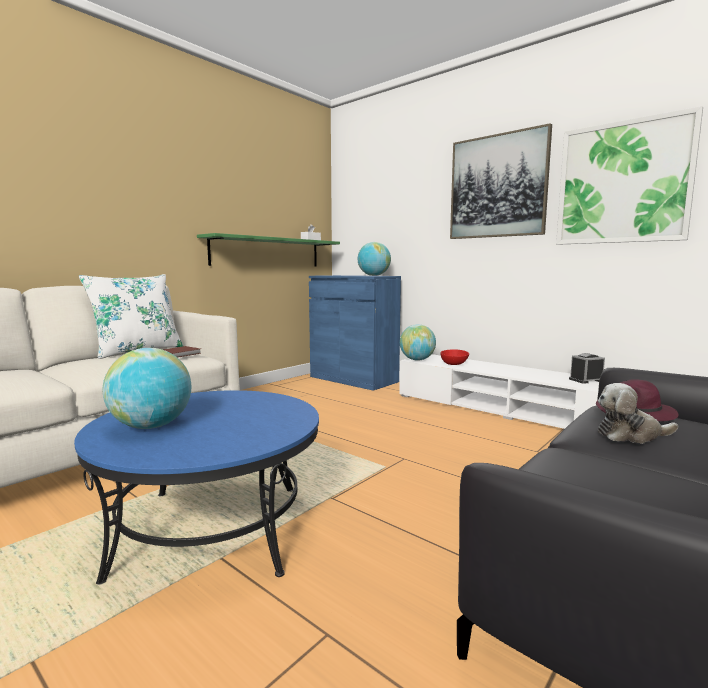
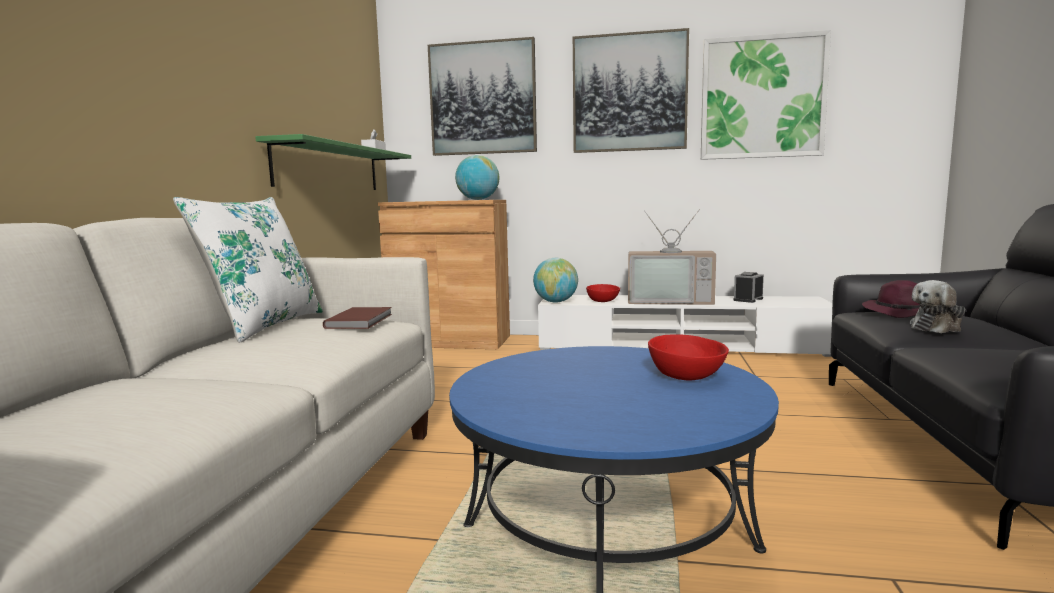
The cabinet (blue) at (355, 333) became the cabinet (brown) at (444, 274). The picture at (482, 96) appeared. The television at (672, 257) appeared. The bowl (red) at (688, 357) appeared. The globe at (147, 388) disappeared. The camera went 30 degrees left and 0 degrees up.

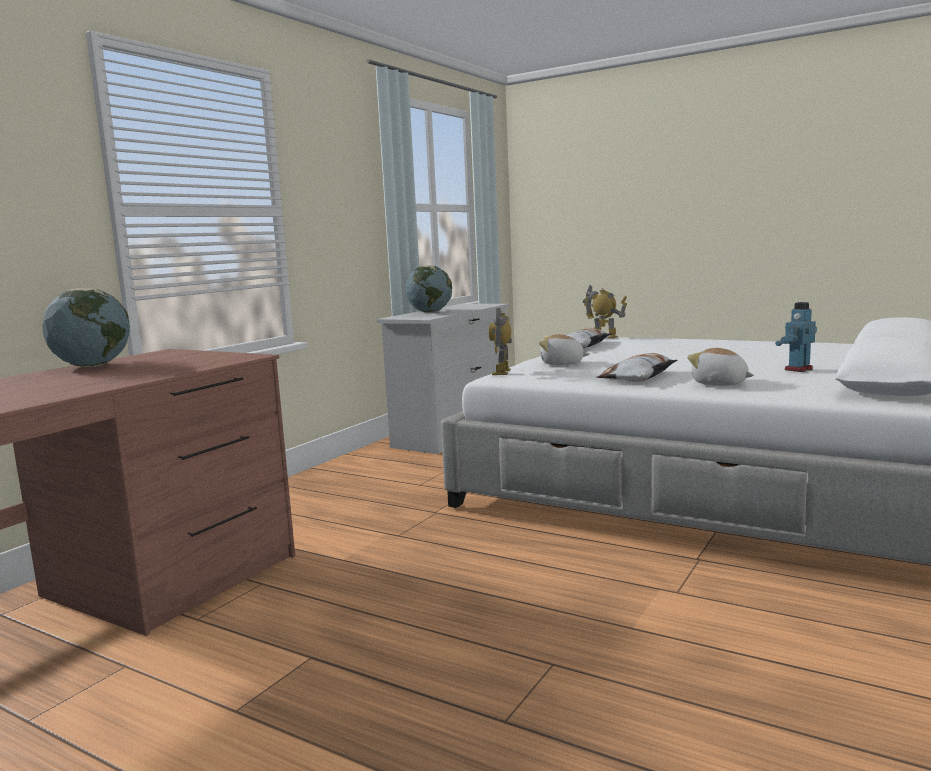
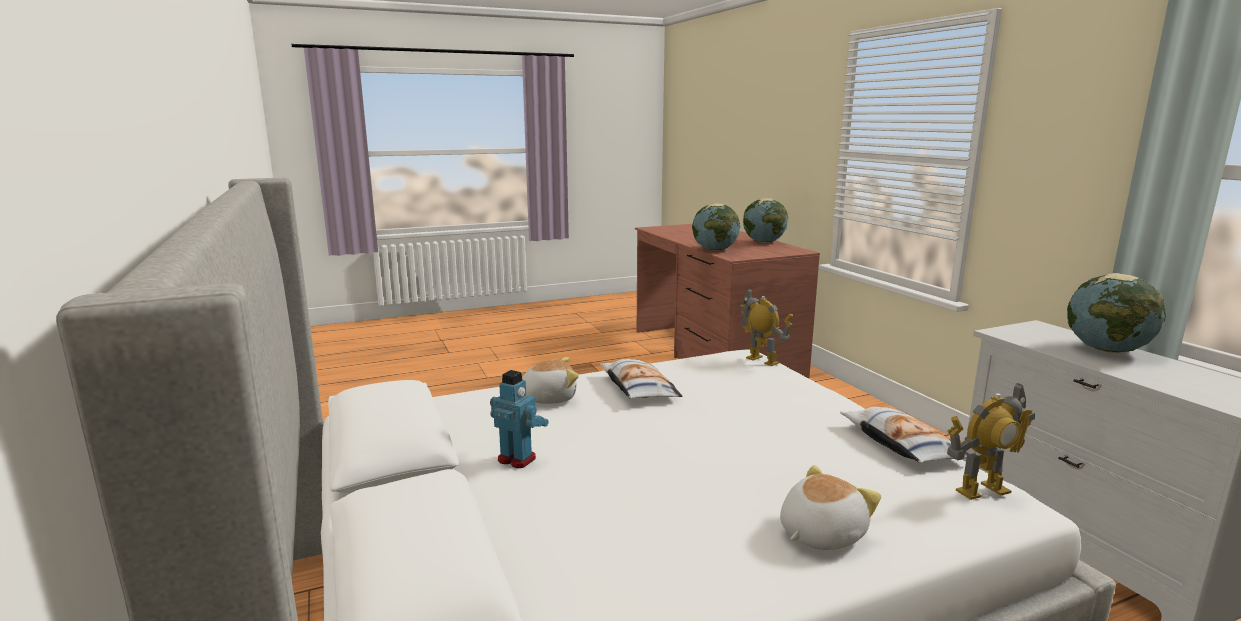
The toy robot at (796, 337) turned 60 degrees counterclockwise. The globe at (716, 227) appeared. The plush toy moved from (564, 349) to (830, 507). The camera went 125 degrees right and 5 degrees up.

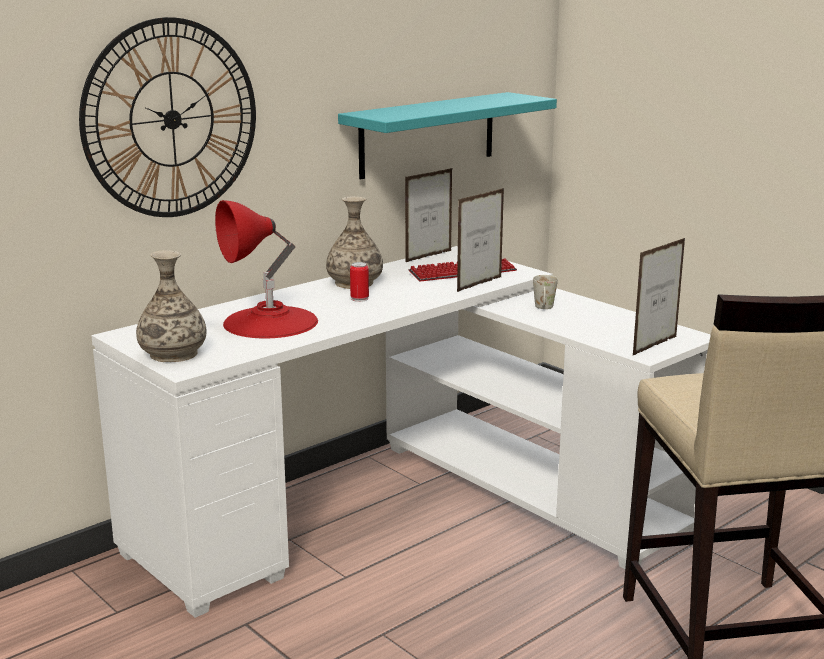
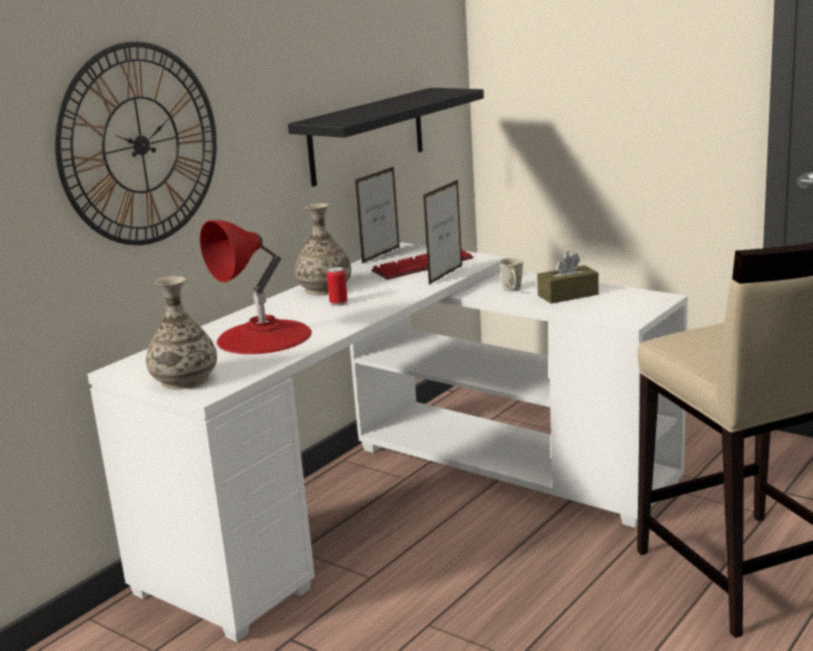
The shelf (turquoise) at (447, 135) became the shelf (black) at (386, 137). The tissue box (brown) at (568, 277) appeared. The picture frame at (659, 296) disappeared. The camera went 10 degrees left and 0 degrees up.

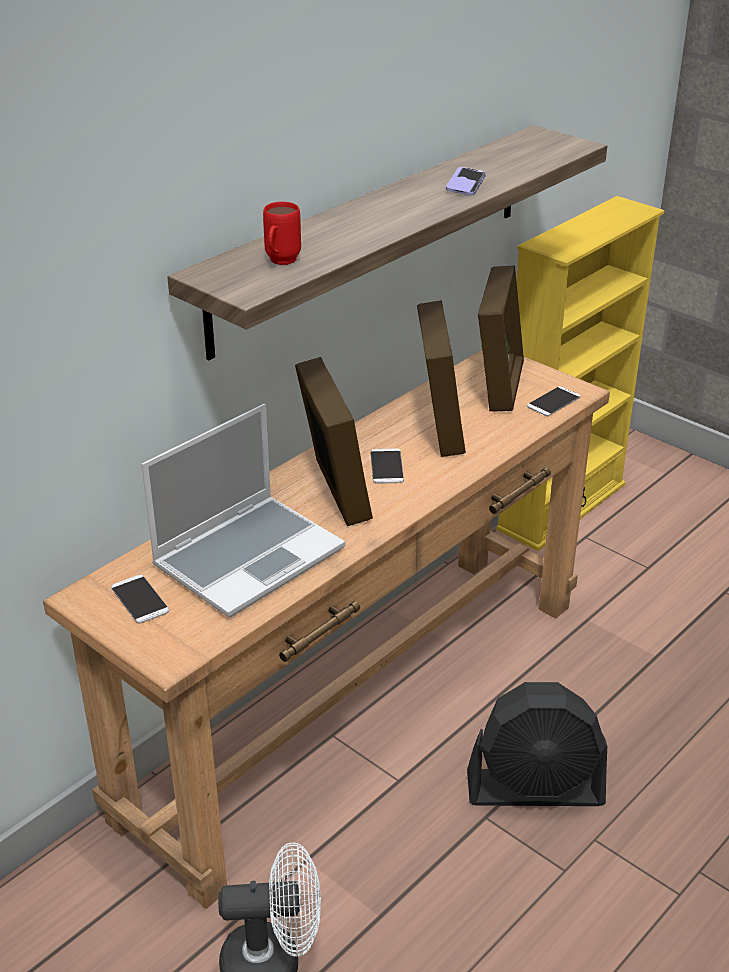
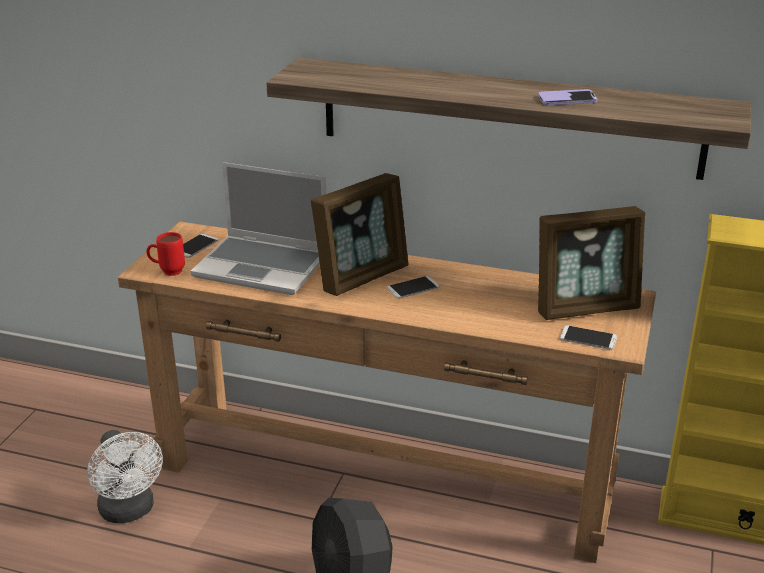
The mug (red) moved from (282, 233) to (165, 254). The picture frame at (441, 378) disappeared. The camera went 65 degrees right and 5 degrees down.

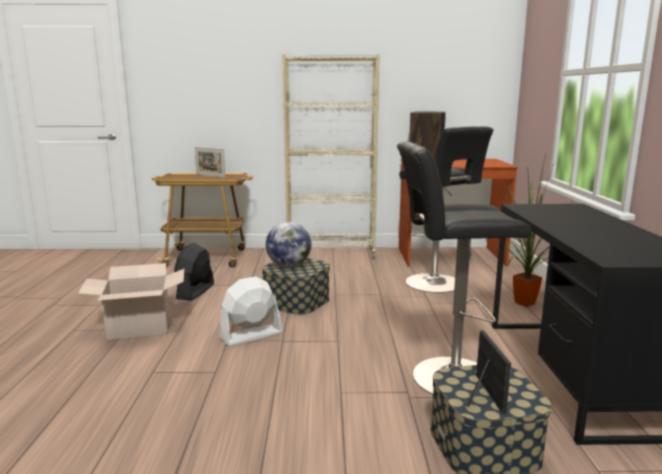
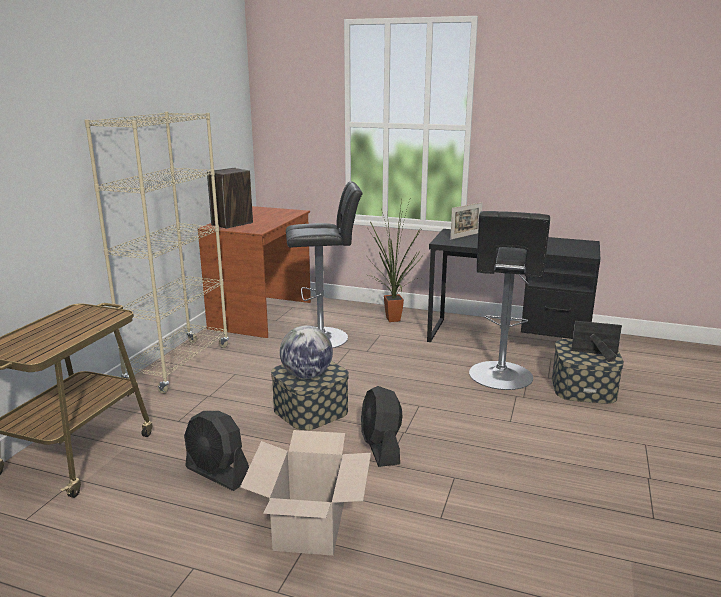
The fan (white) at (251, 311) became the fan (black) at (381, 426). The picture frame moved from (210, 162) to (466, 221). The camera went 70 degrees left and 5 degrees up.

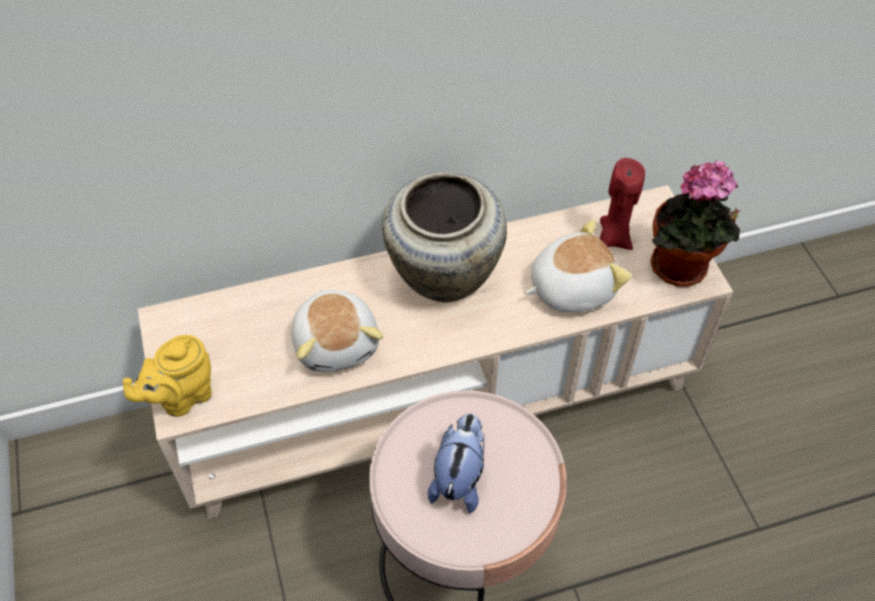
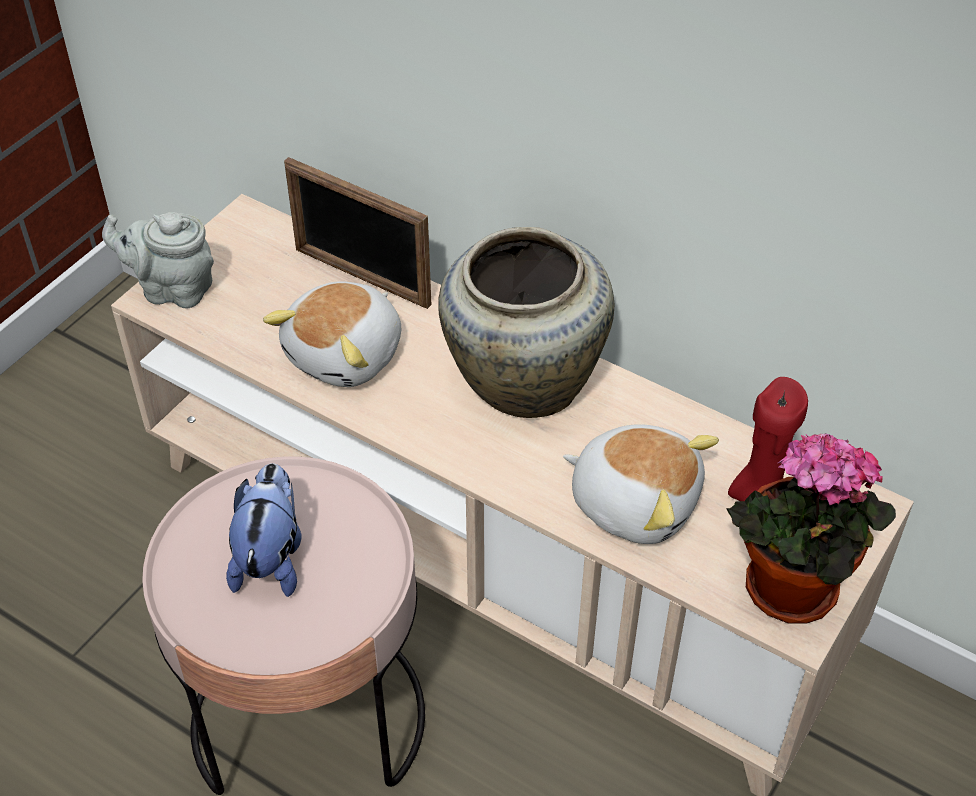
The teapot (yellow) at (167, 376) became the teapot (grey) at (158, 260). The plush toy at (456, 463) turned 60 degrees counterclockwise. The picture frame at (357, 233) appeared. The camera went 50 degrees right and 5 degrees down.

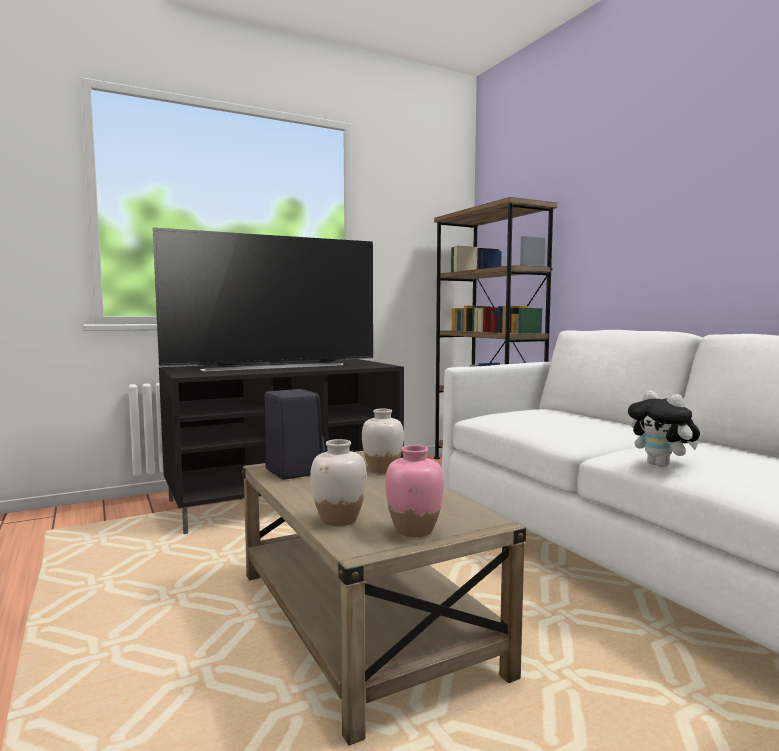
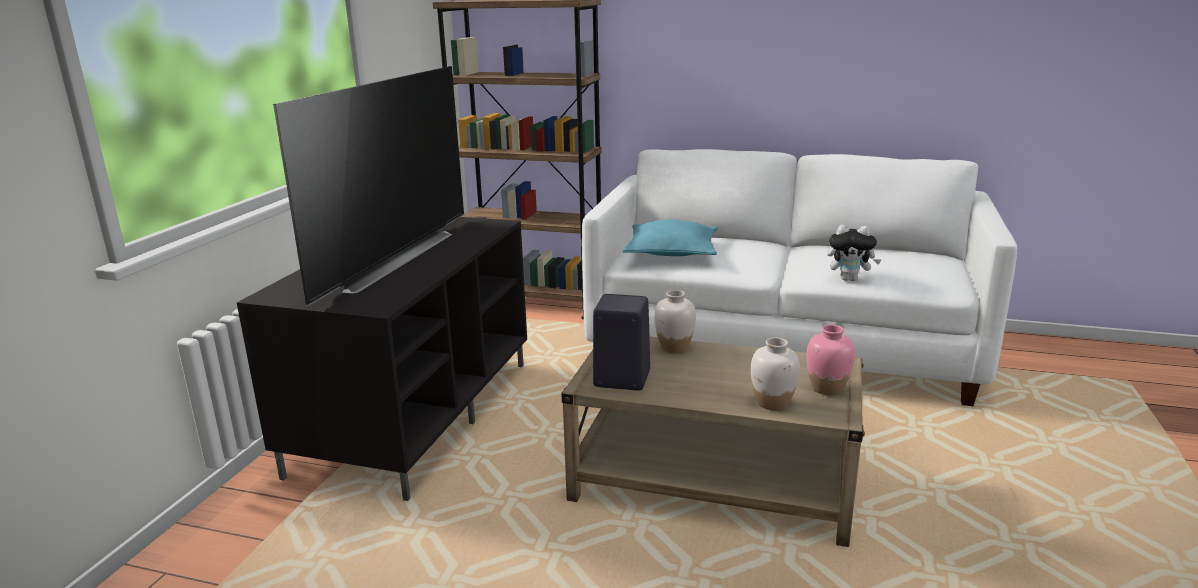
The pillow (turquoise) at (670, 238) appeared. The camera went 45 degrees left and 15 degrees up.

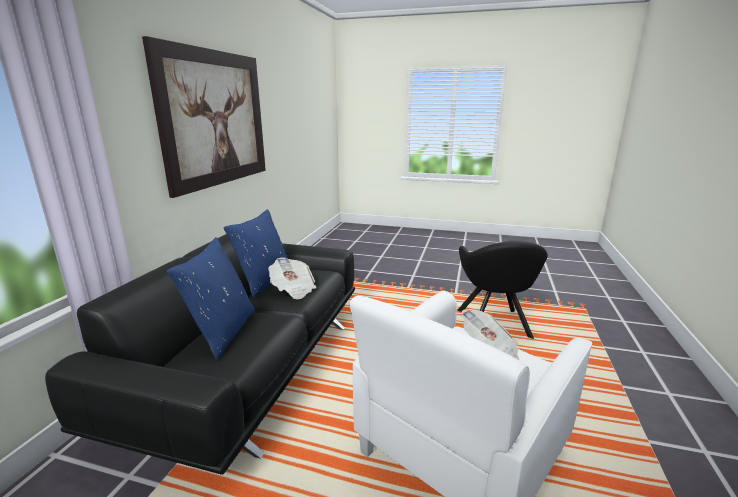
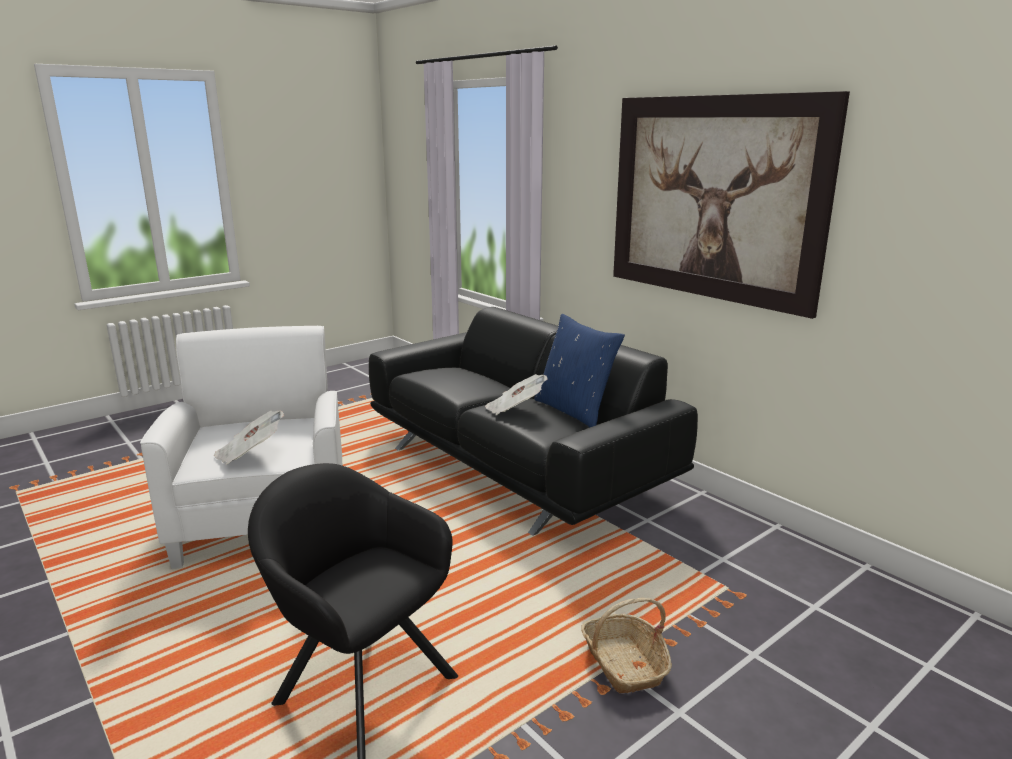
The basket at (626, 645) appeared. The pillow (blue) at (211, 298) disappeared. The camera went 125 degrees right and 0 degrees up.

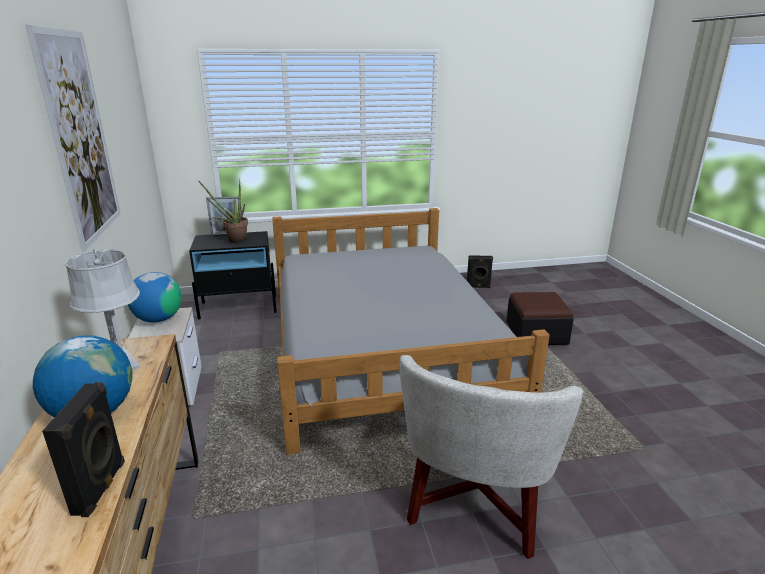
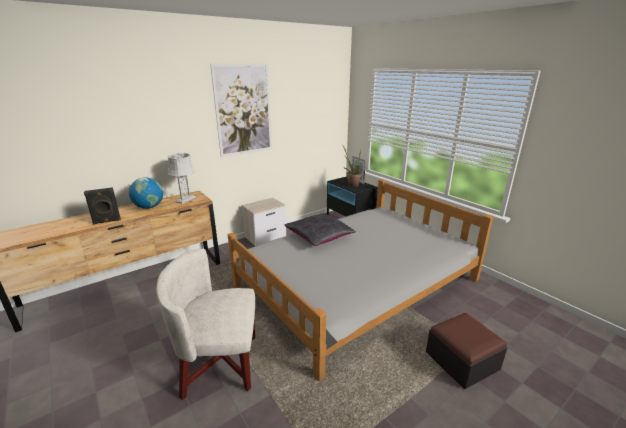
The pillow (black) at (320, 229) appeared. The globe at (154, 297) disappeared. The speaker (black) at (480, 272) disappeared. The camera went 65 degrees right and 0 degrees up.

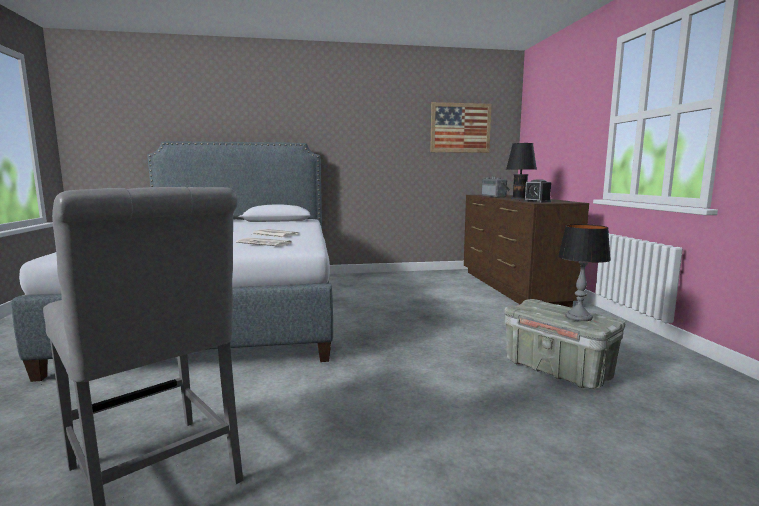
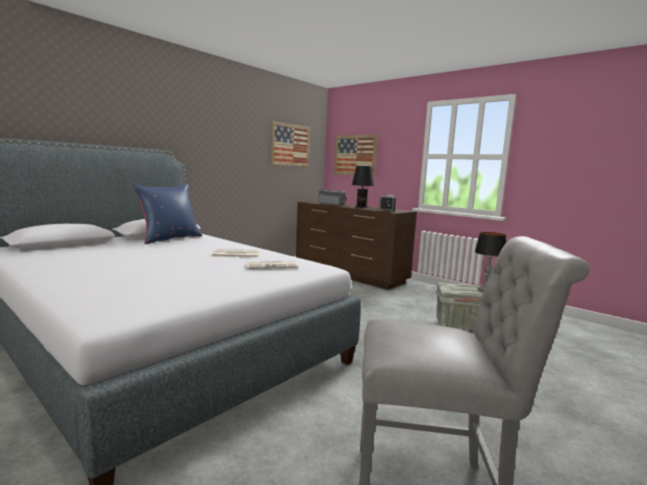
The pillow (blue) at (167, 214) appeared. The picture at (356, 155) appeared. The camera went 40 degrees left and 0 degrees up.

